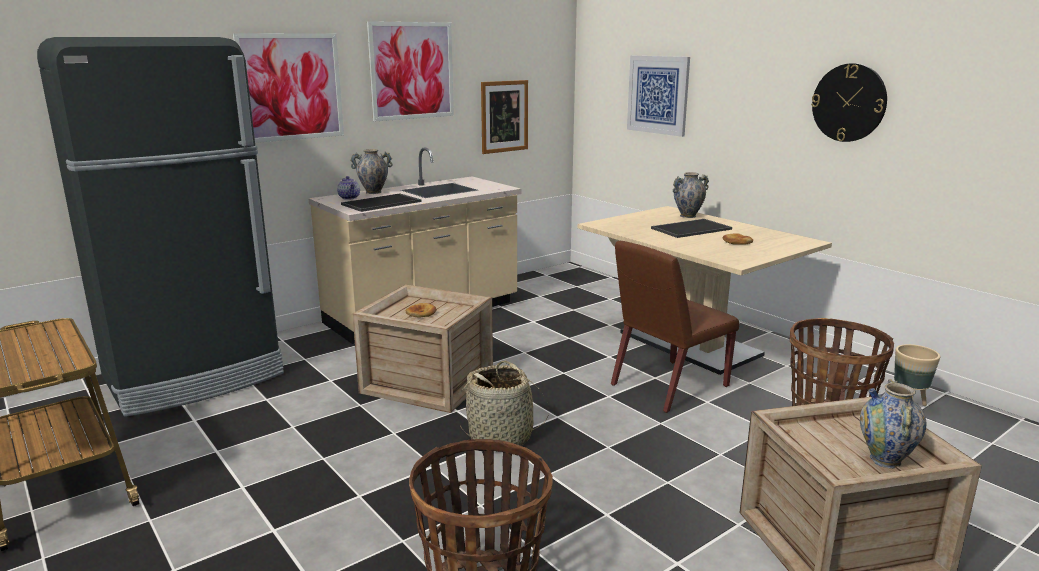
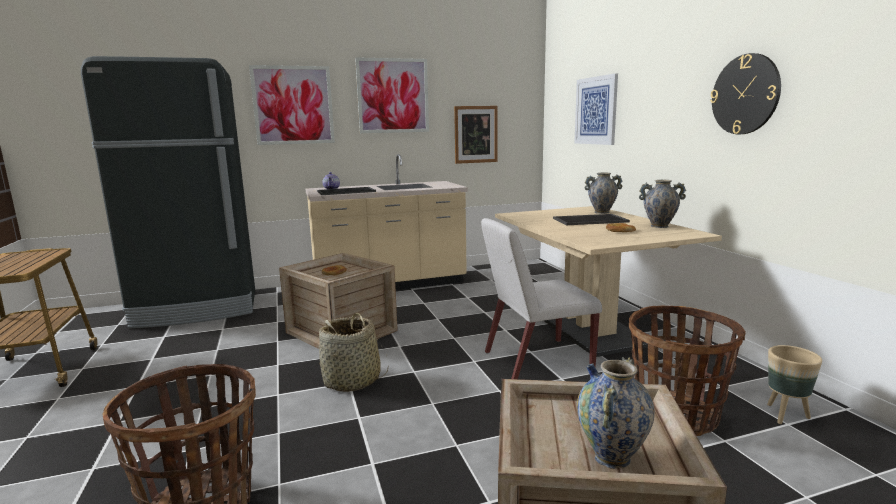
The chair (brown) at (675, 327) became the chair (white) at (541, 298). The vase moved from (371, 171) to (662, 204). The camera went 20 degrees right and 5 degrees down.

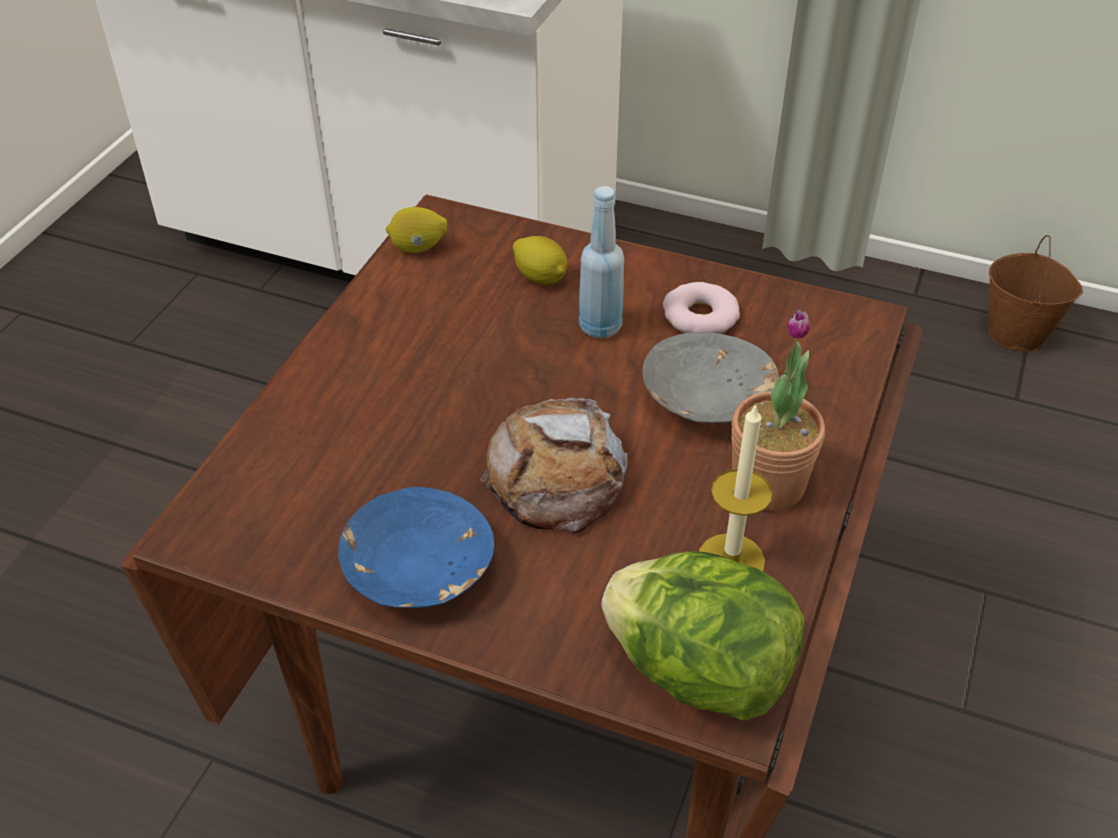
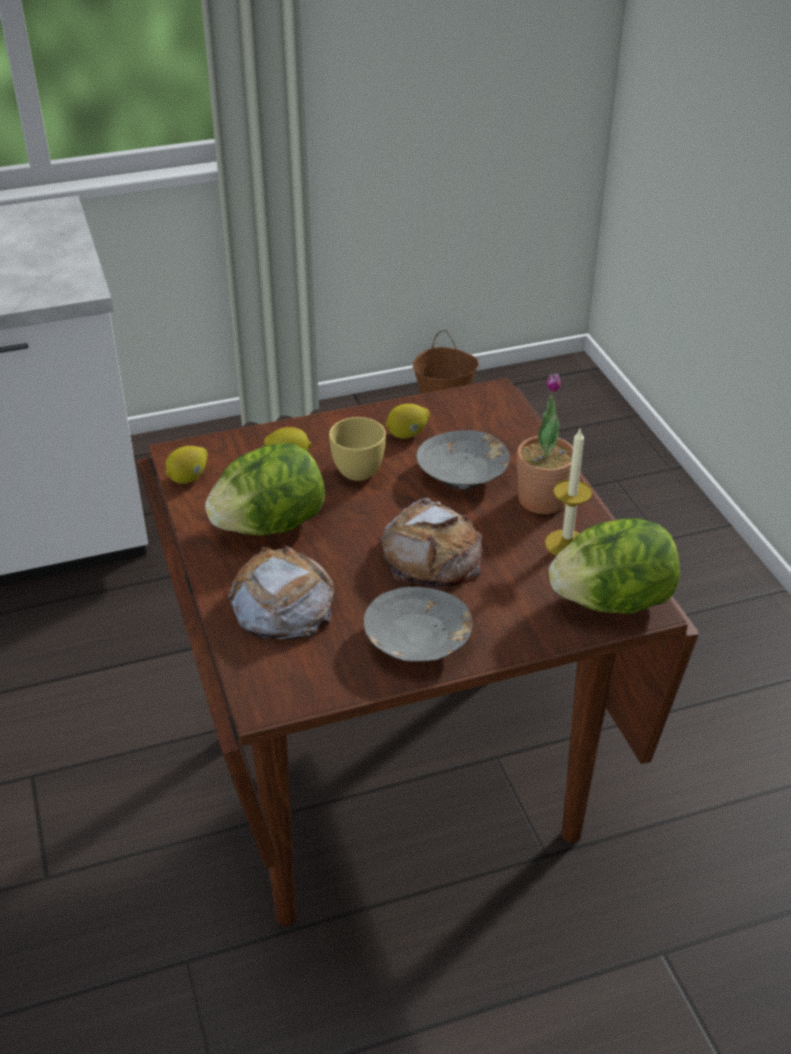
The lettuce at (265, 489) appeared. The bread at (281, 593) appeared. The bottle (blue) at (601, 262) was replaced by the cup (yellow) at (357, 449). The bowl (blue) at (416, 547) became the bowl (grey) at (418, 624). The donut at (701, 308) was replaced by the lemon at (407, 421). The camera went 40 degrees left and 5 degrees down.

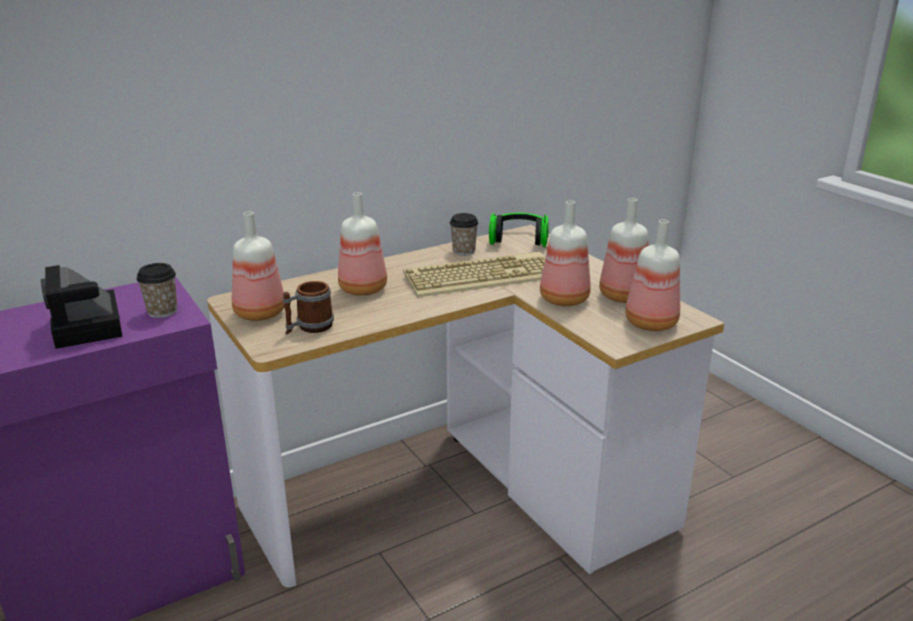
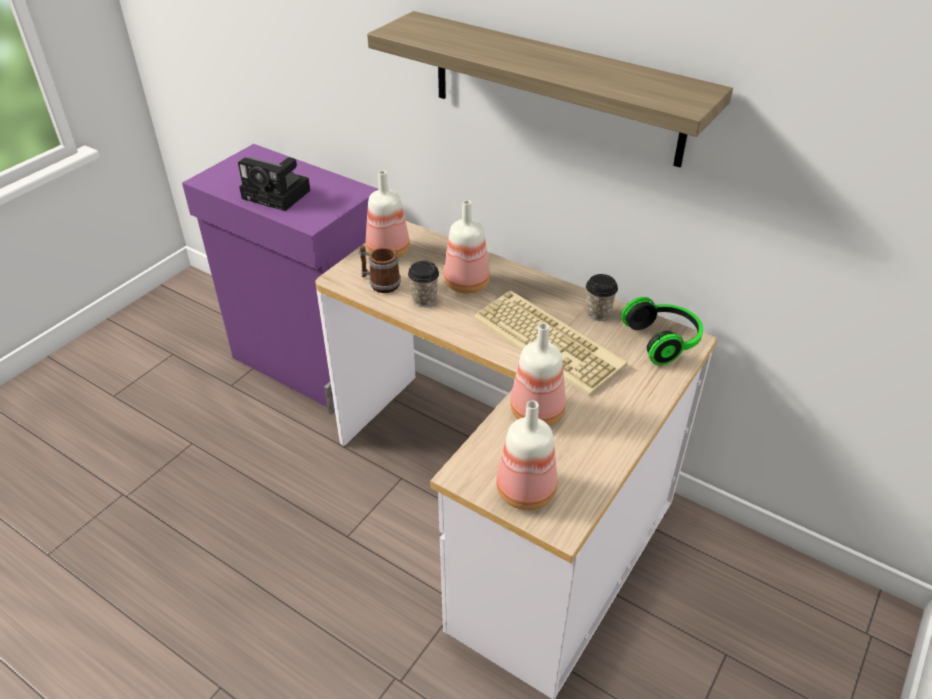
The photo camera at (82, 307) turned 105 degrees counterclockwise. The shelf at (550, 89) appeared. The cup moved from (157, 290) to (423, 284). The bottle at (624, 250) disappeared. The camera went 65 degrees right and 15 degrees up.

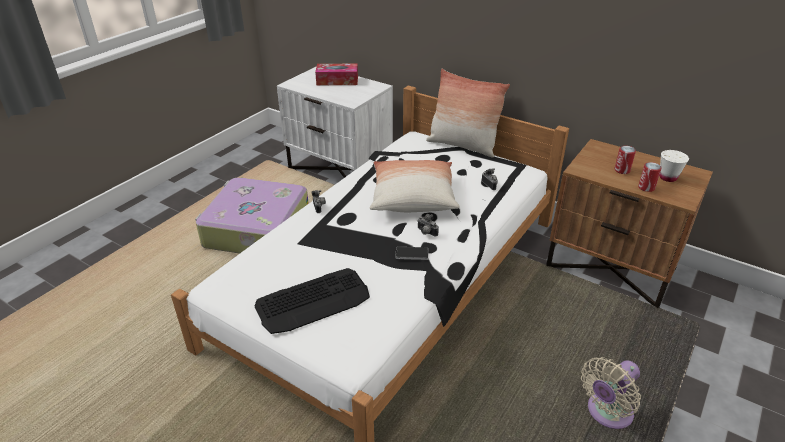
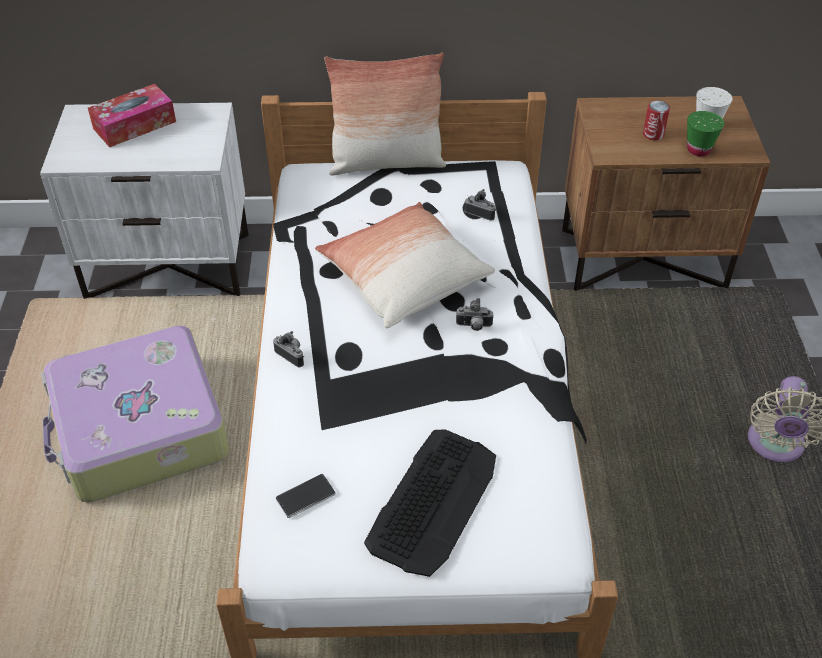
The phone moved from (412, 253) to (306, 496). The can at (650, 177) was replaced by the cup (green) at (705, 133). The camera went 35 degrees left and 10 degrees up.

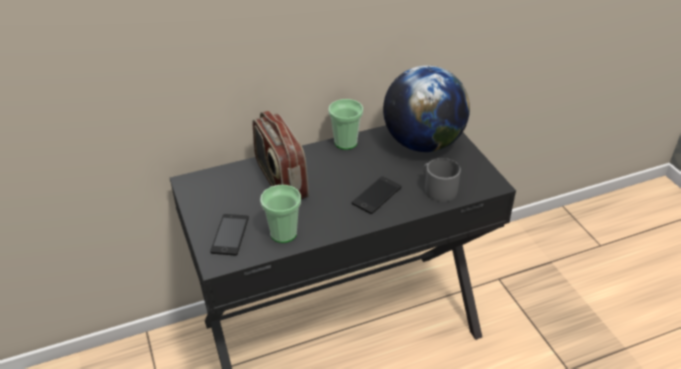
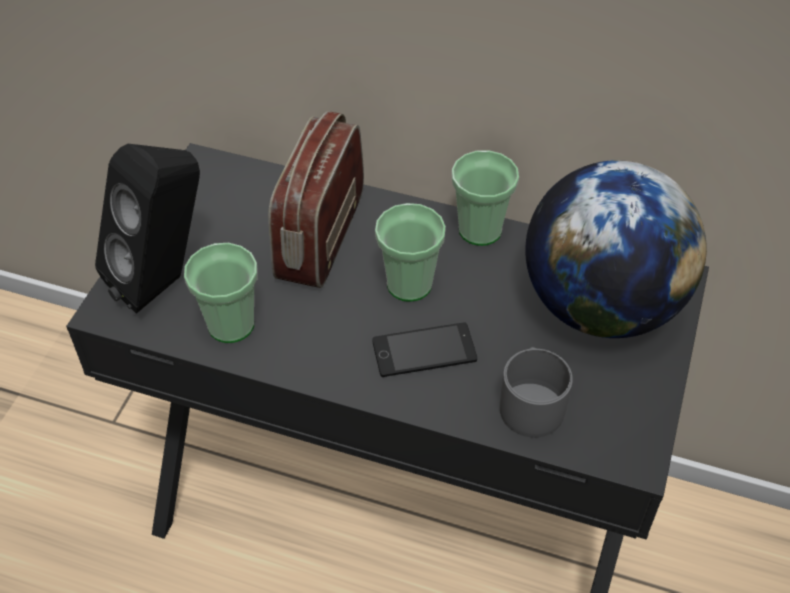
The phone at (229, 234) was replaced by the speaker (black) at (147, 229). The cup at (410, 252) appeared. The camera went 40 degrees right and 10 degrees up.

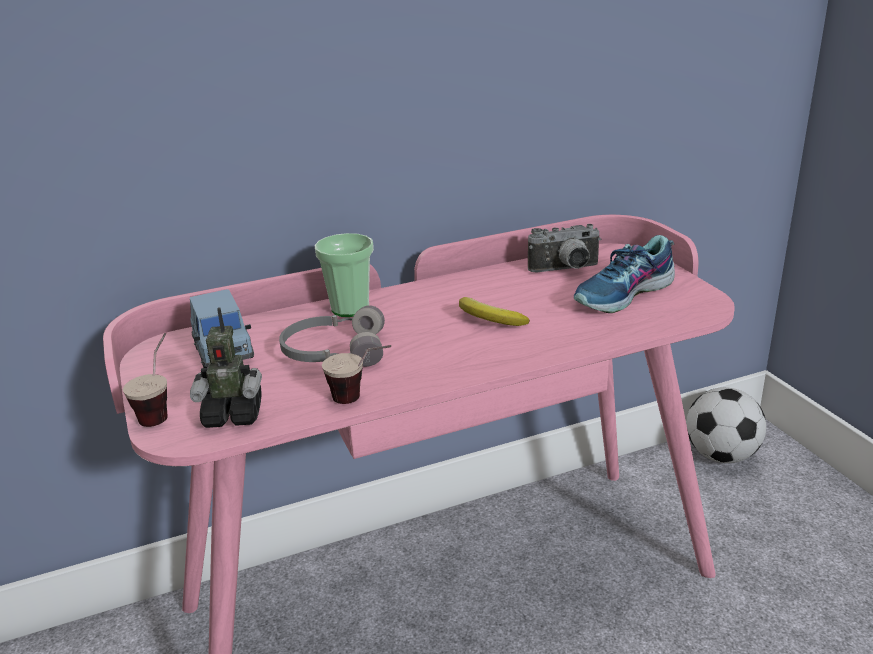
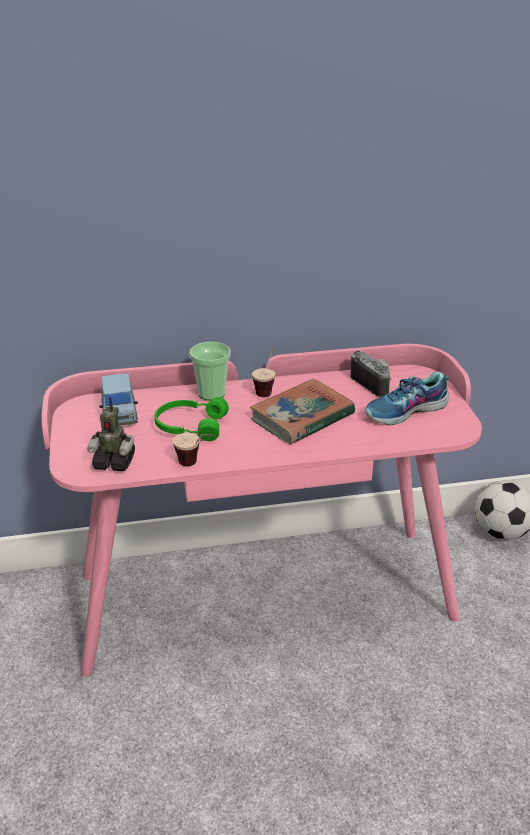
The headphones (grey) at (332, 336) became the headphones (green) at (191, 419). The banana at (494, 311) was replaced by the book at (302, 411). The cup moved from (145, 380) to (263, 371). The photo camera at (564, 248) turned 120 degrees counterclockwise. The camera went 10 degrees right and 5 degrees up.

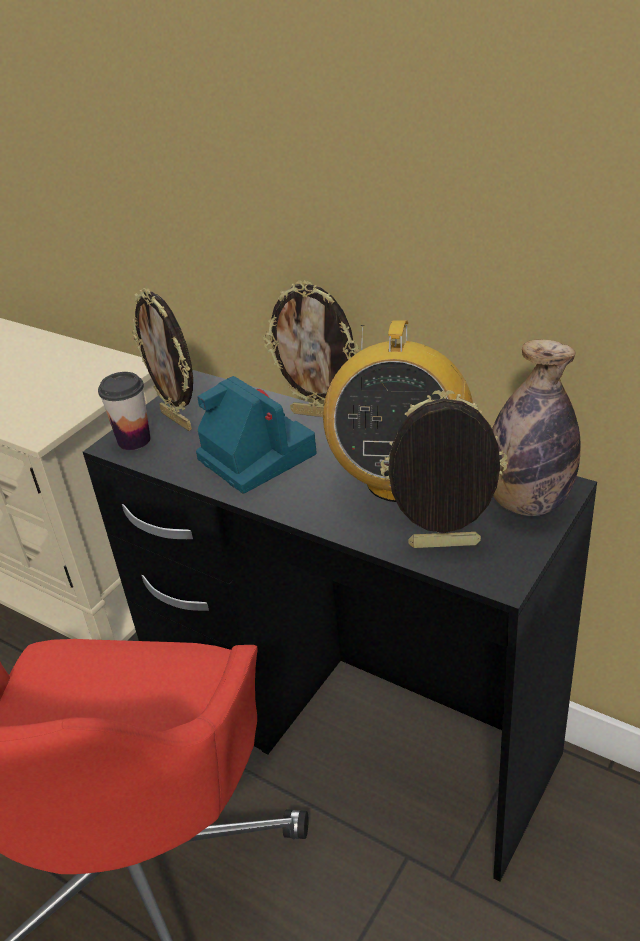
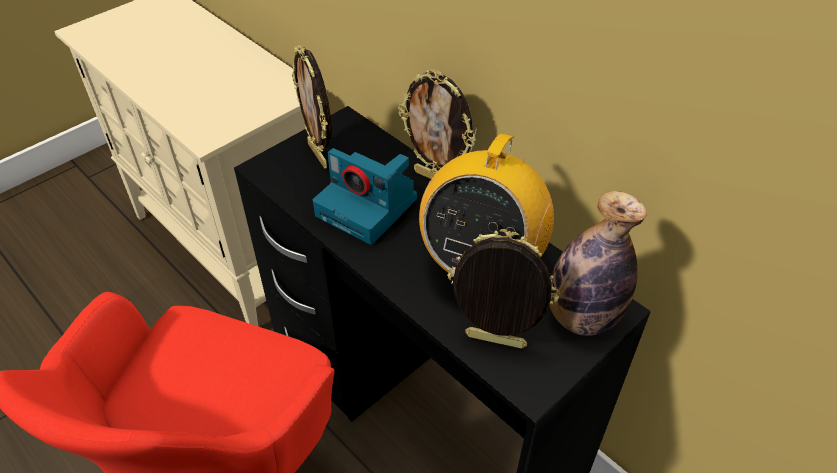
The photo camera at (256, 435) turned 150 degrees clockwise. The cup at (124, 411) disappeared. The camera went 10 degrees right and 10 degrees up.

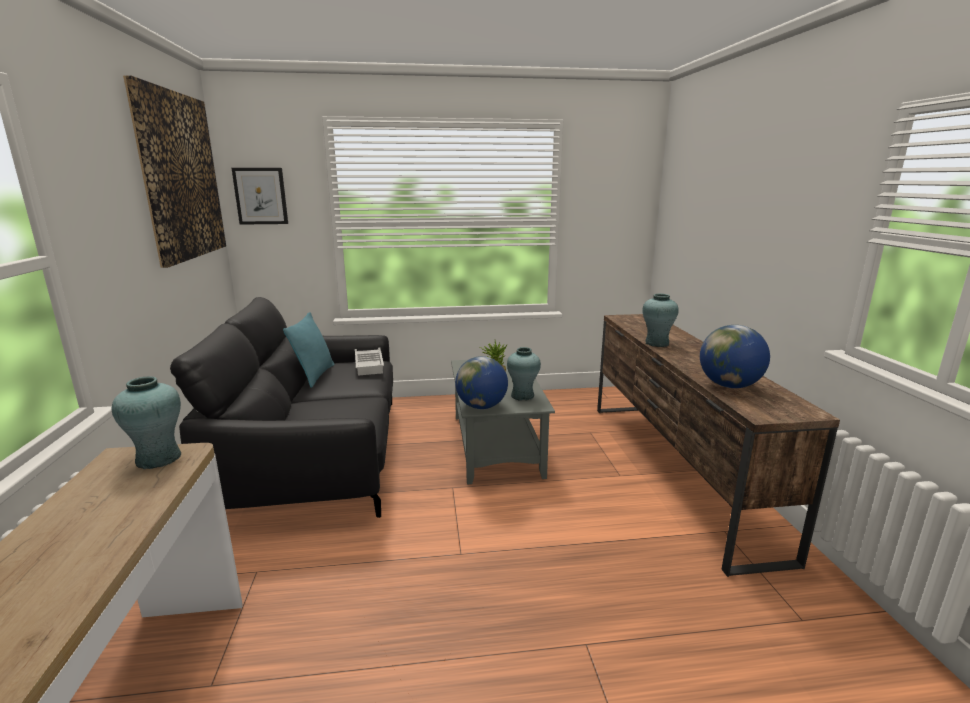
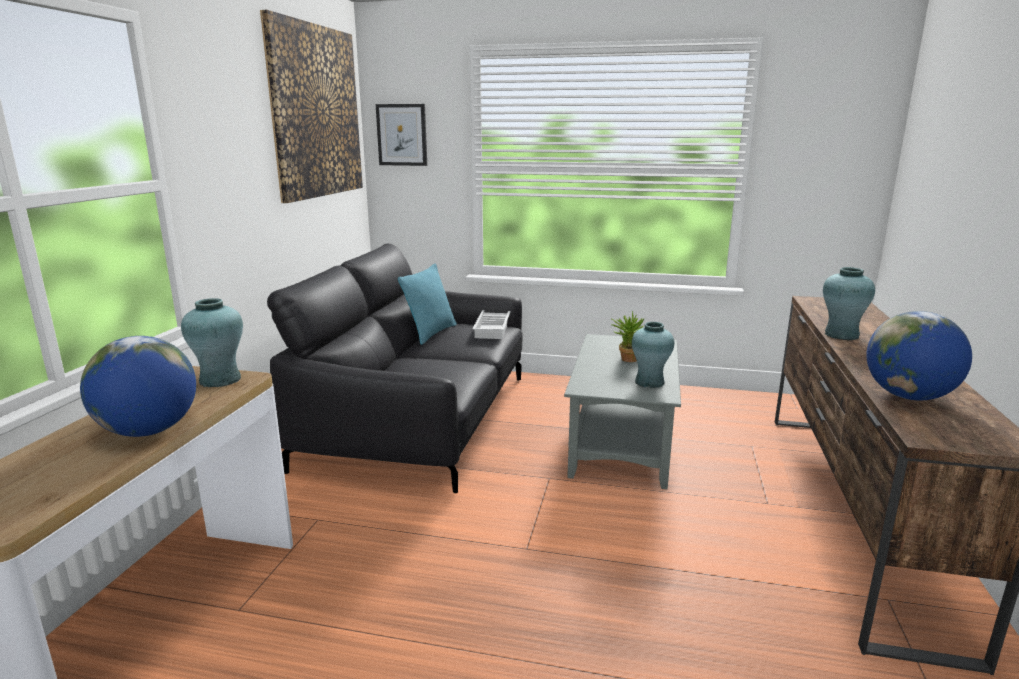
The globe moved from (481, 382) to (138, 386). The camera went 20 degrees right and 0 degrees up.

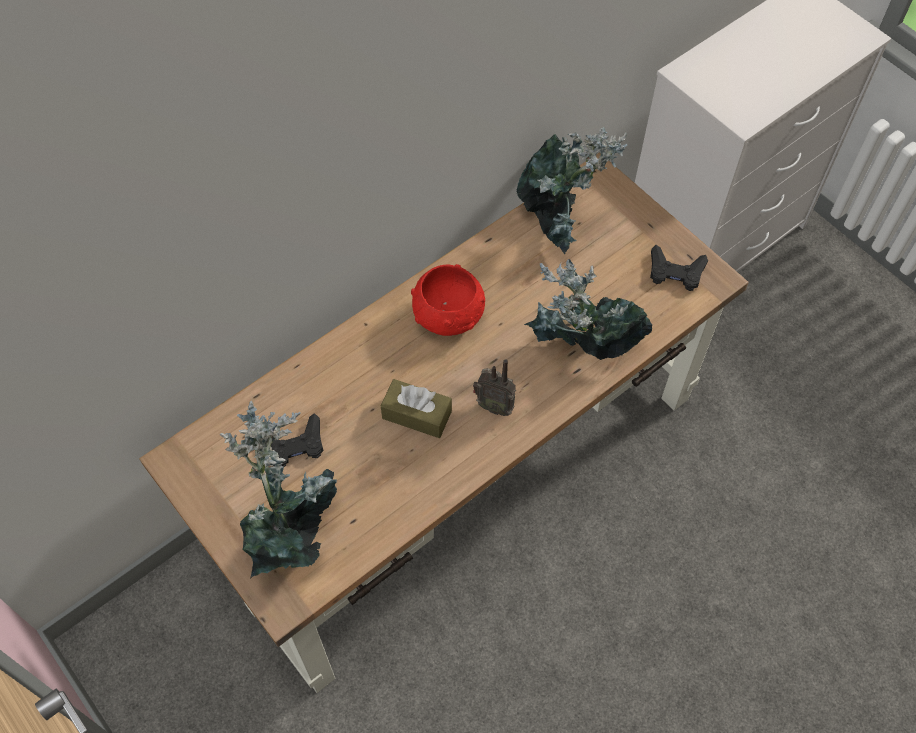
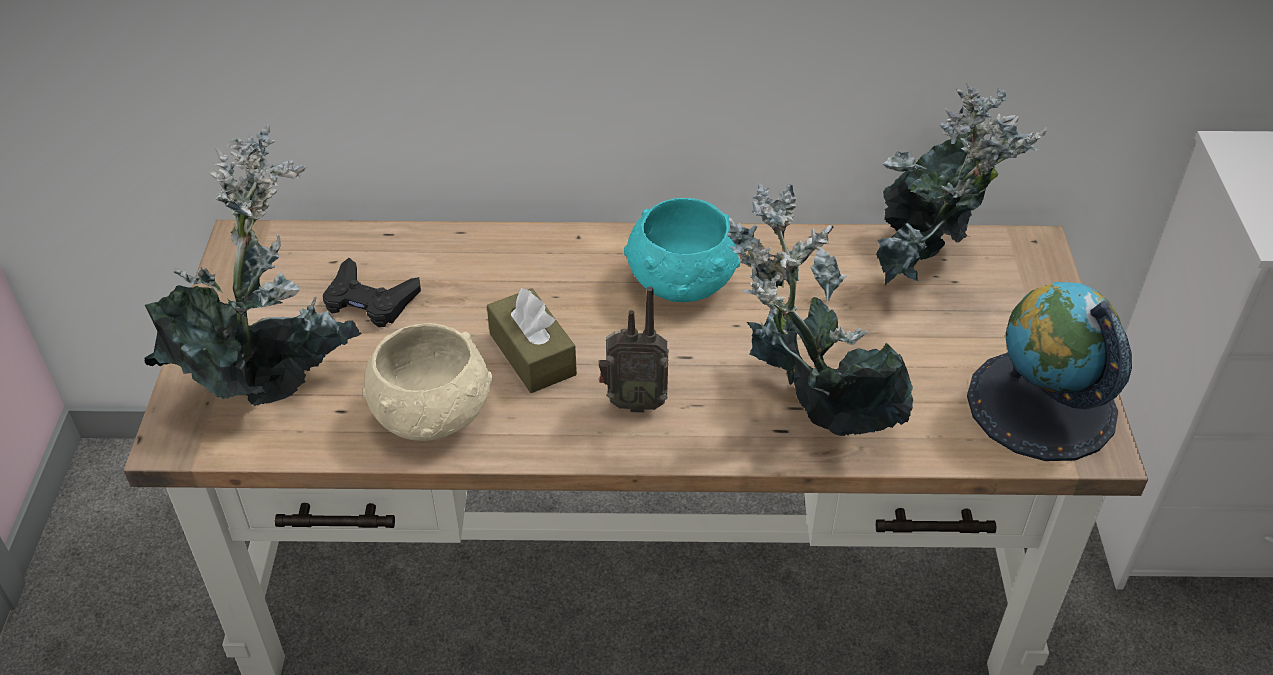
The bowl (beige) at (428, 382) appeared. The radio at (494, 387) turned 60 degrees counterclockwise. The bowl (red) at (448, 300) became the bowl (turquoise) at (682, 250). The game controller (black) at (679, 268) was replaced by the globe at (1049, 371). The camera went 40 degrees right and 15 degrees down.

